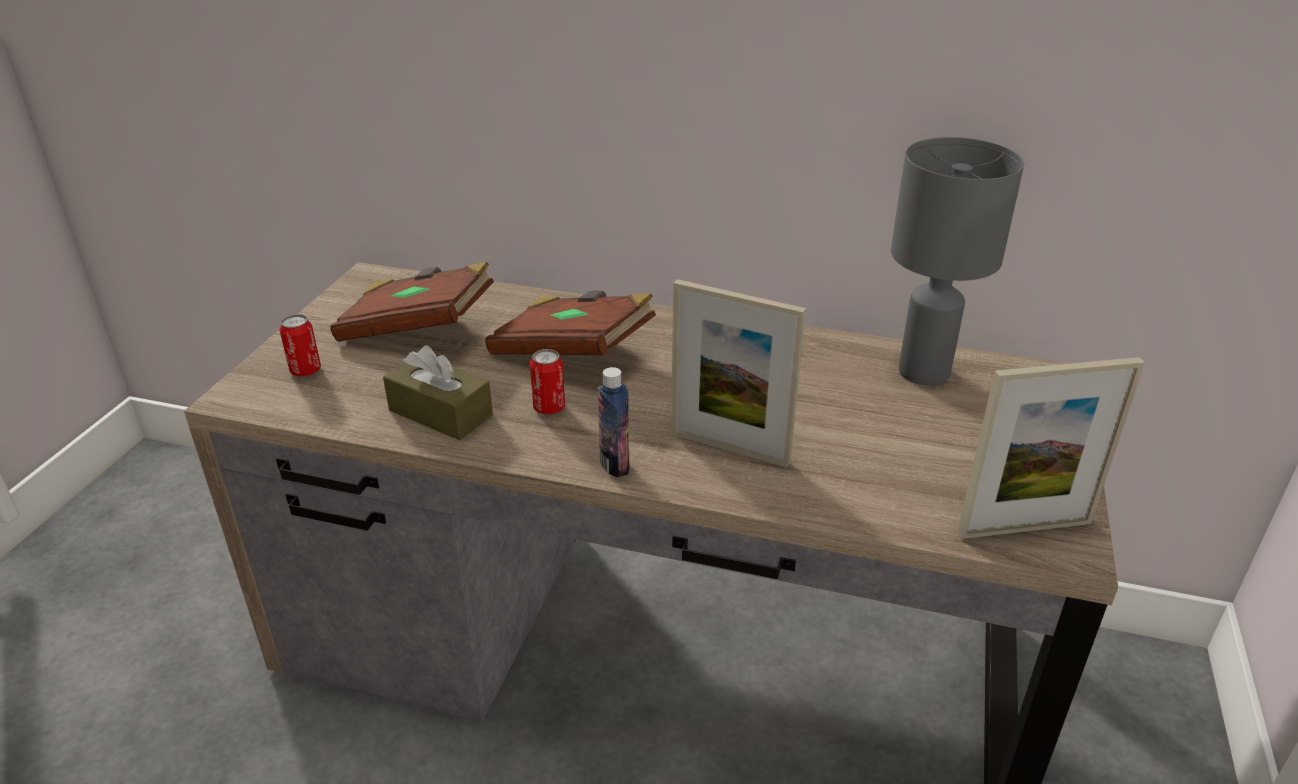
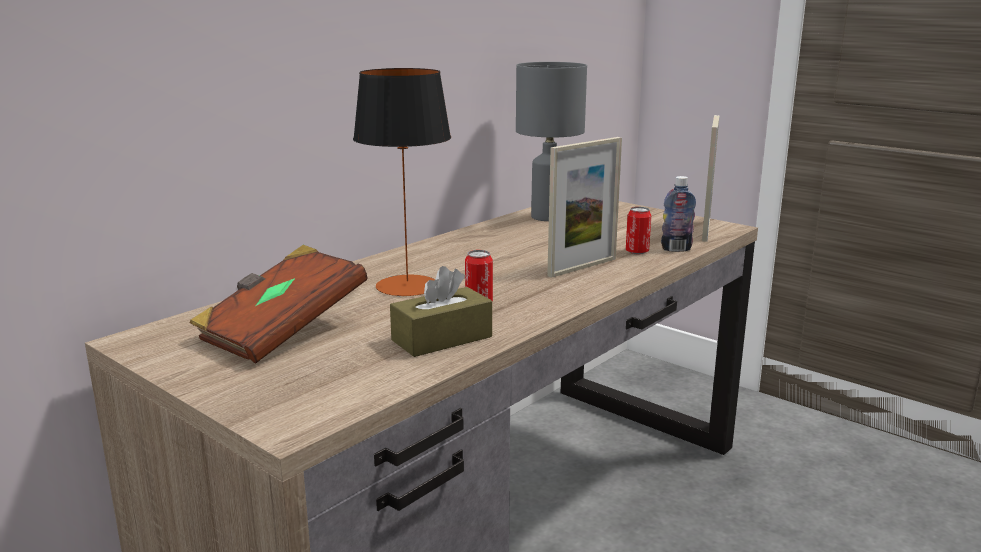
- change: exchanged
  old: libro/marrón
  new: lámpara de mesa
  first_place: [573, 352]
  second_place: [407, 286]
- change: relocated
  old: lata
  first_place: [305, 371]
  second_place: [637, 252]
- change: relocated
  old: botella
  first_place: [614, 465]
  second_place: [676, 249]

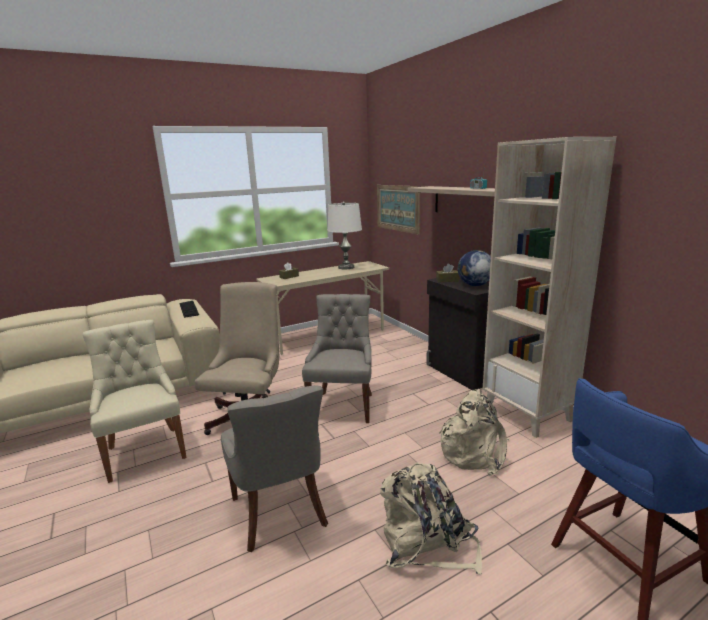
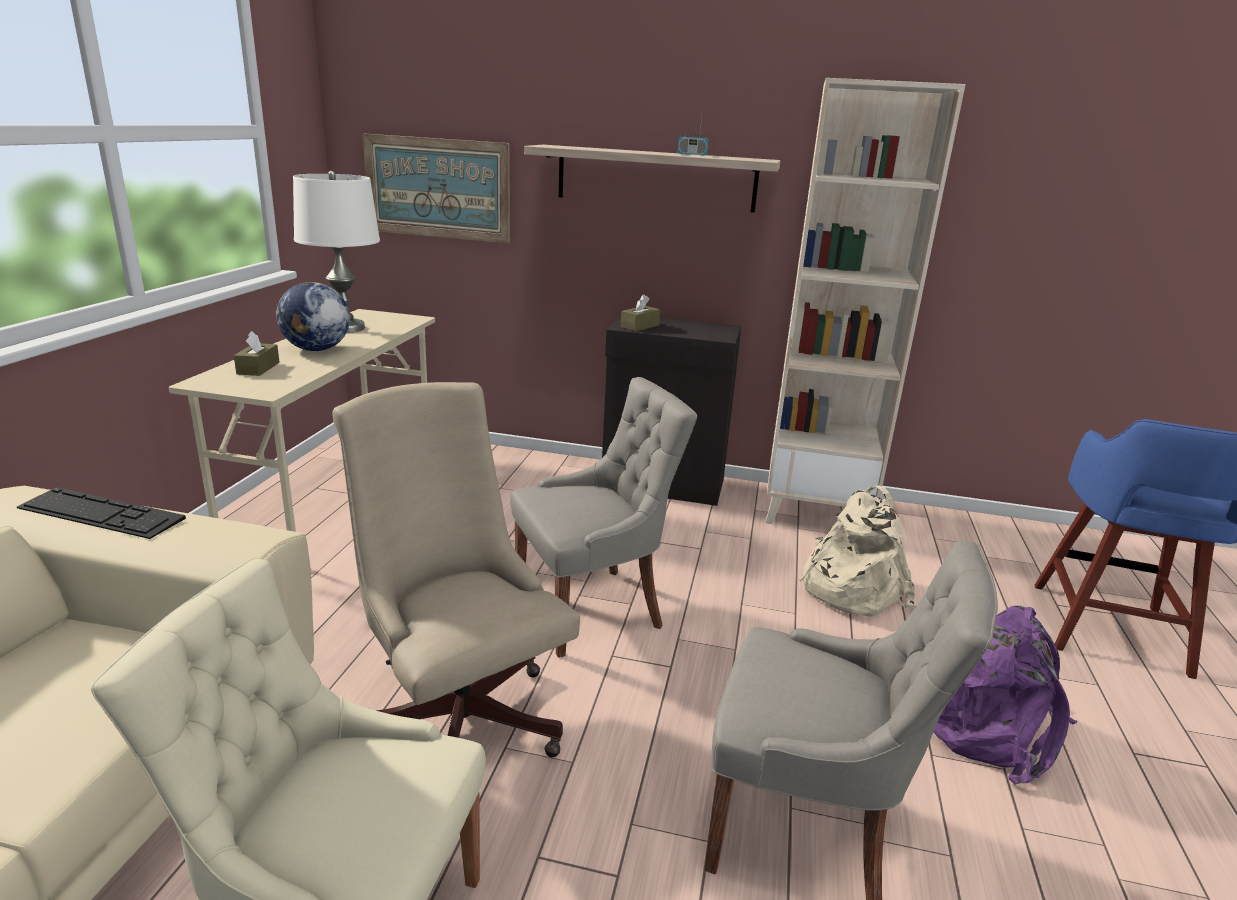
- change: relocated
  old: globo terráqueo
  first_place: [474, 285]
  second_place: [316, 349]
- change: spun
  old: silla/gris
  first_place: [343, 406]
  second_place: [592, 608]
  degrees: 105
- change: colour
  old: mochila/beis
  new: mochila/morado
  first_place: [427, 543]
  second_place: [992, 727]

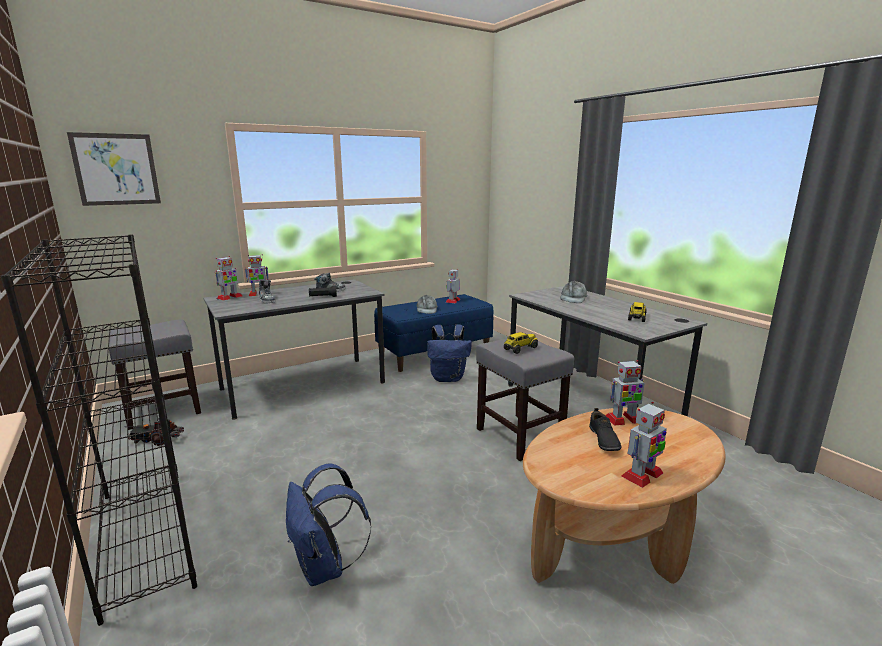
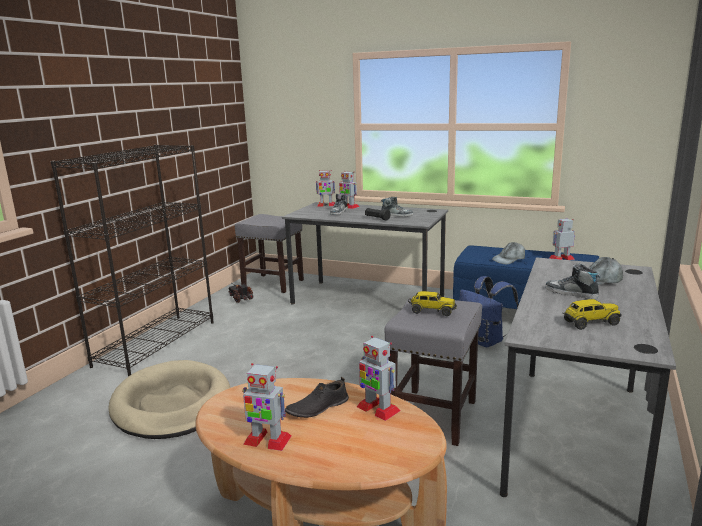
- change: missing
  old: cuadro
  first_place: [116, 169]
- change: exchanged
  old: mochila/azul
  new: cama para perro/beis
  first_place: [324, 568]
  second_place: [172, 404]
- change: appeared
  new: zapato
  second_place: [571, 293]

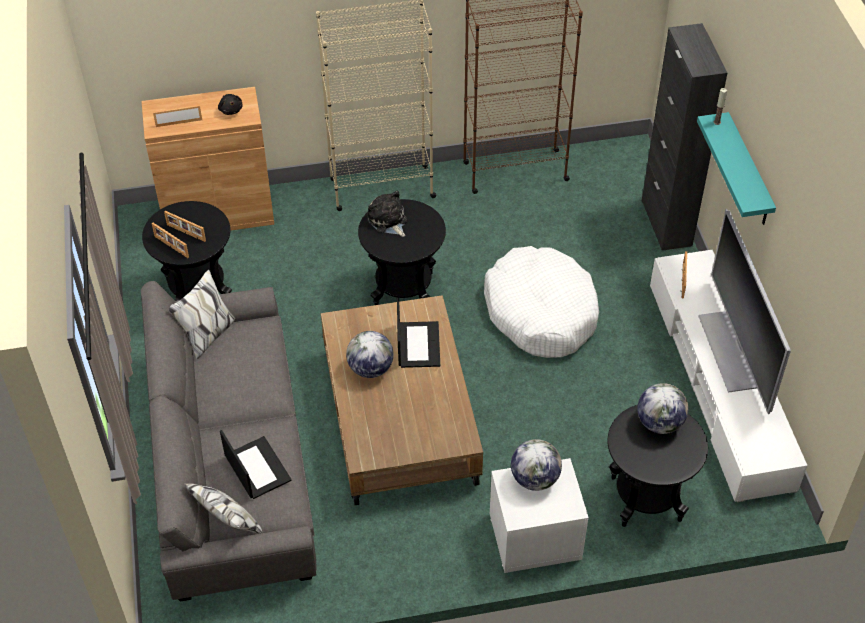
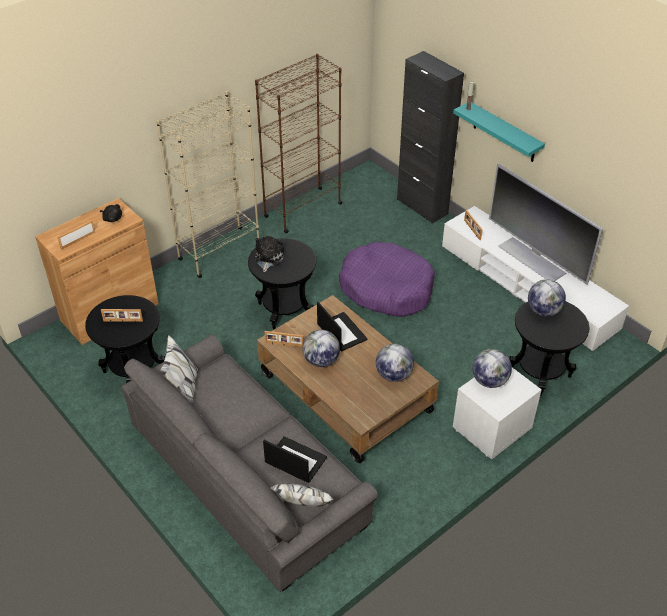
- change: spun
  old: peluche
  first_place: [388, 221]
  second_place: [268, 258]
  degrees: 75
- change: relocated
  old: portarretratos
  first_place: [171, 247]
  second_place: [284, 344]
- change: colour
  old: cama para perro/blanco
  new: cama para perro/morado
  first_place: [540, 312]
  second_place: [386, 288]
- change: appeared
  new: globo terráqueo
  second_place: [393, 375]

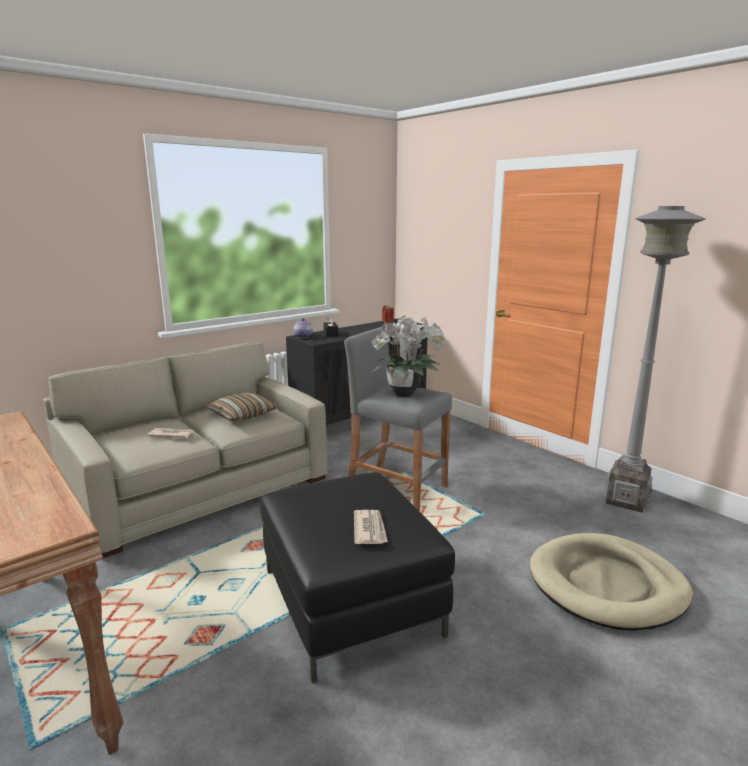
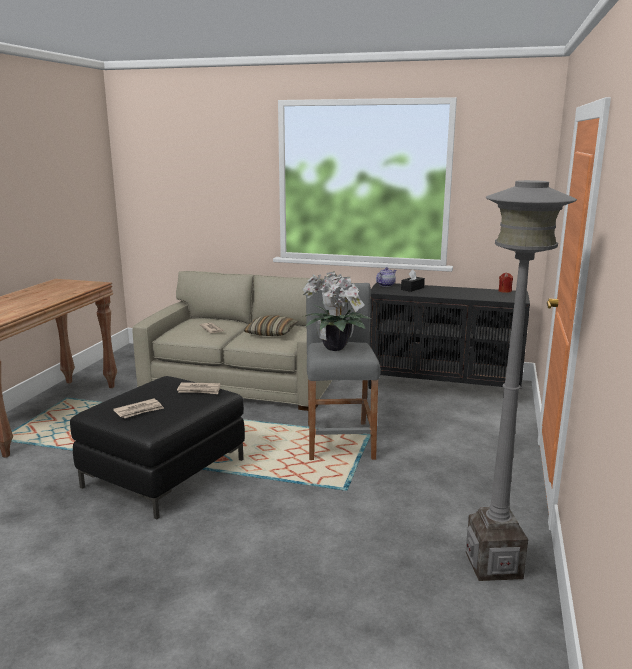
- change: missing
  old: cama para perro/beis
  first_place: [607, 585]
- change: appeared
  new: periódico
  second_place: [199, 390]

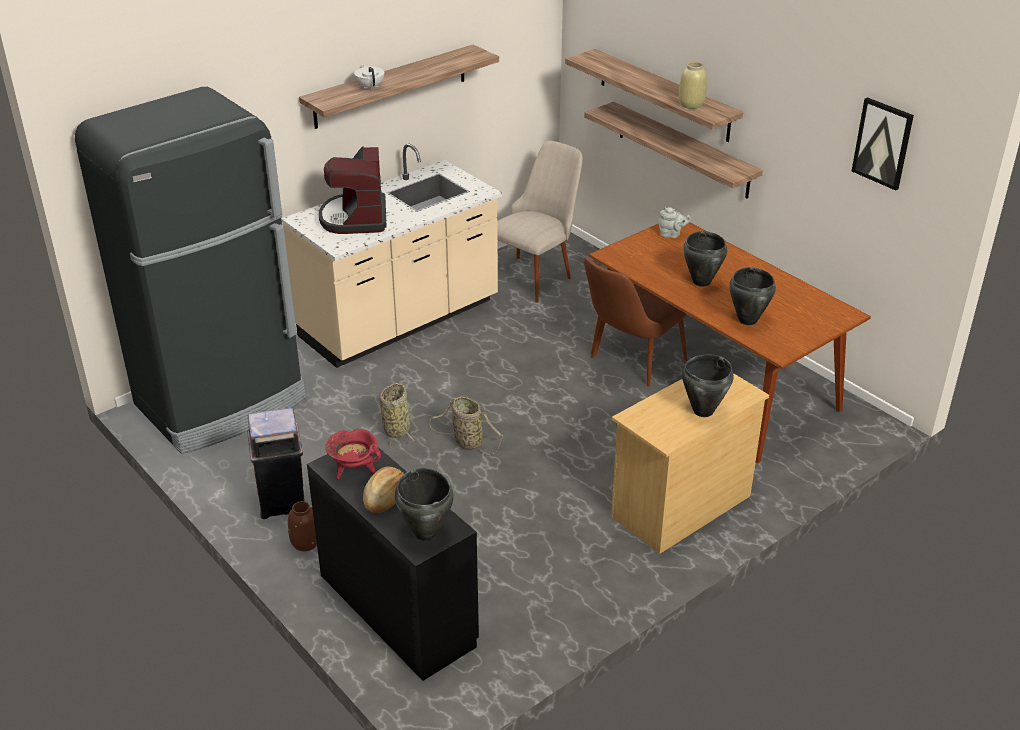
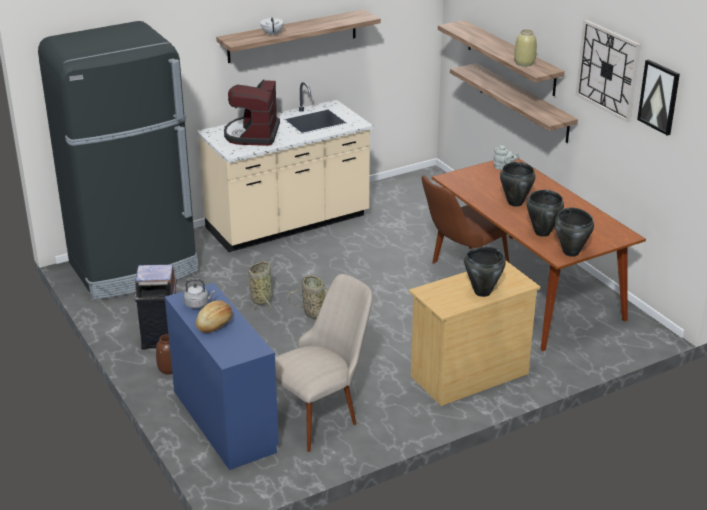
- change: relocated
  old: silla/beis
  first_place: [536, 273]
  second_place: [320, 413]
- change: exchanged
  old: olla/rojo
  new: hervidor/gris
  first_place: [354, 470]
  second_place: [198, 304]
- change: colour
  old: escritorio/negro
  new: escritorio/azul
  first_place: [396, 610]
  second_place: [224, 421]
- change: relocated
  old: olla/negro
  first_place: [426, 532]
  second_place: [571, 252]
- change: appeared
  new: reloj de pared
  second_place: [608, 70]

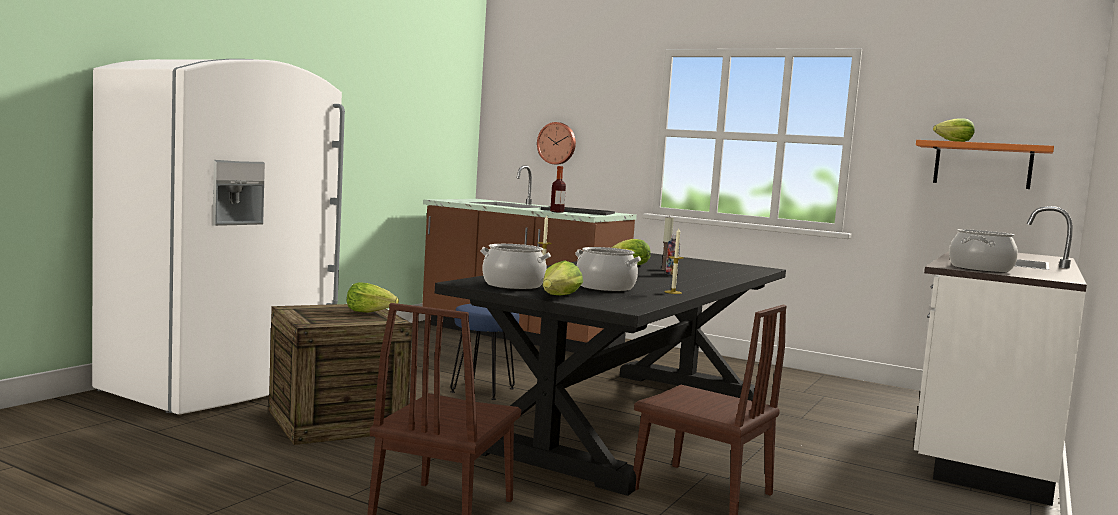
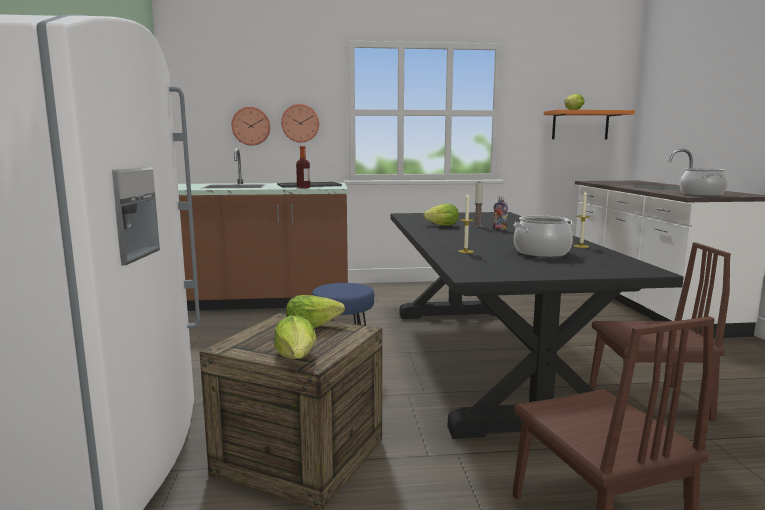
- change: missing
  old: olla
  first_place: [513, 285]
- change: relocated
  old: lechuga
  first_place: [559, 297]
  second_place: [297, 357]
- change: appeared
  new: reloj de pared
  second_place: [300, 123]

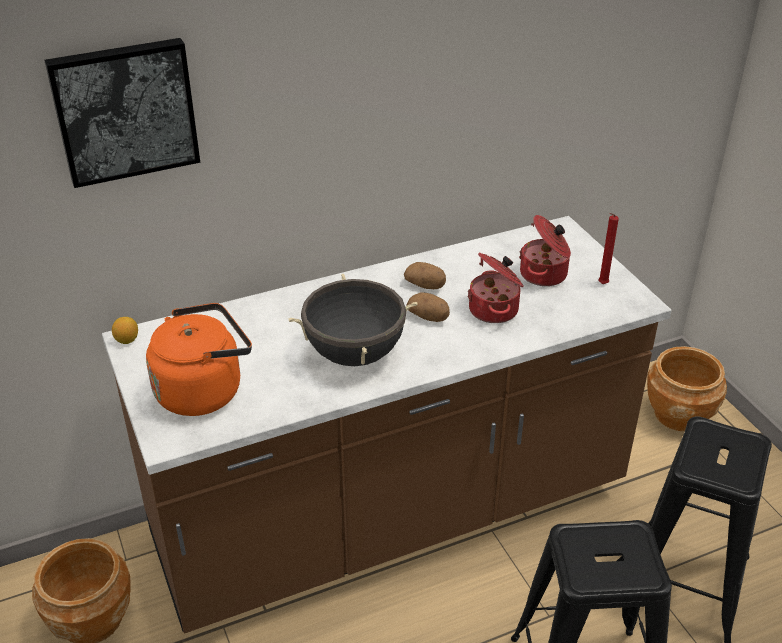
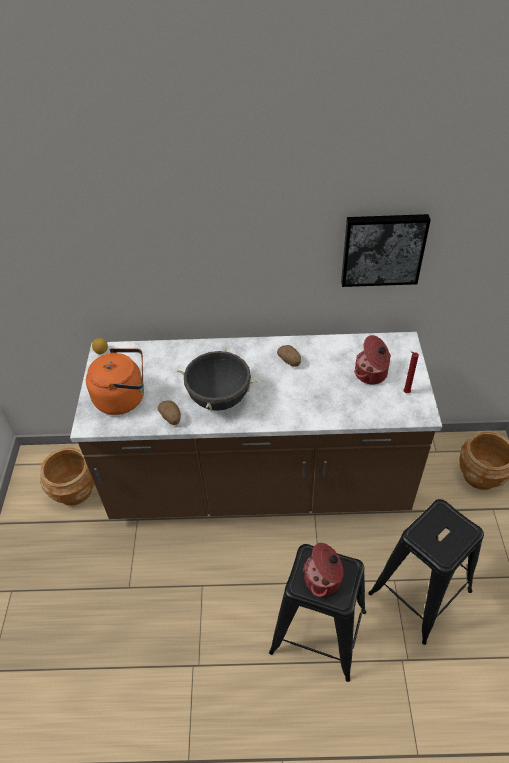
- change: relocated
  old: cuadro
  first_place: [125, 110]
  second_place: [382, 249]
- change: relocated
  old: olla
  first_place: [495, 310]
  second_place: [324, 579]
- change: relocated
  old: patata
  first_place: [429, 317]
  second_place: [171, 418]

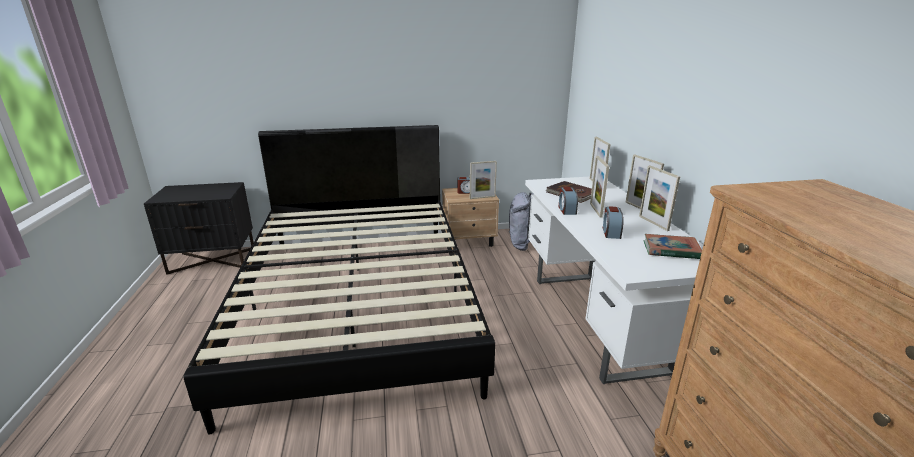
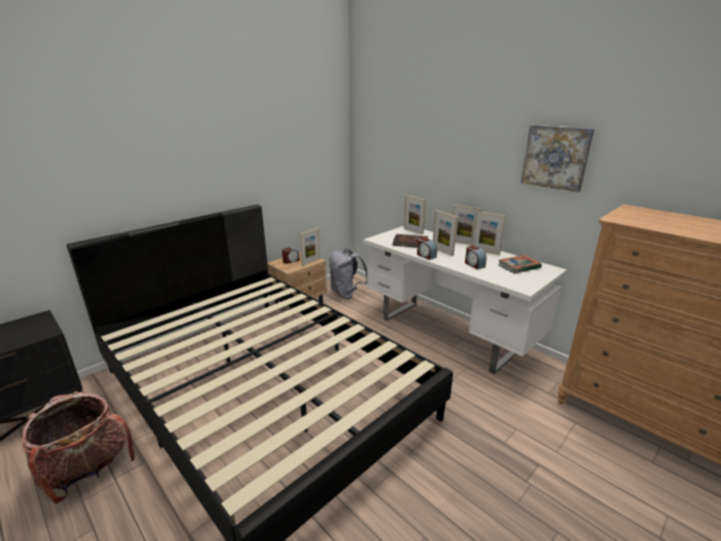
- change: appeared
  new: cuadro
  second_place: [556, 157]
- change: appeared
  new: mochila
  second_place: [88, 472]

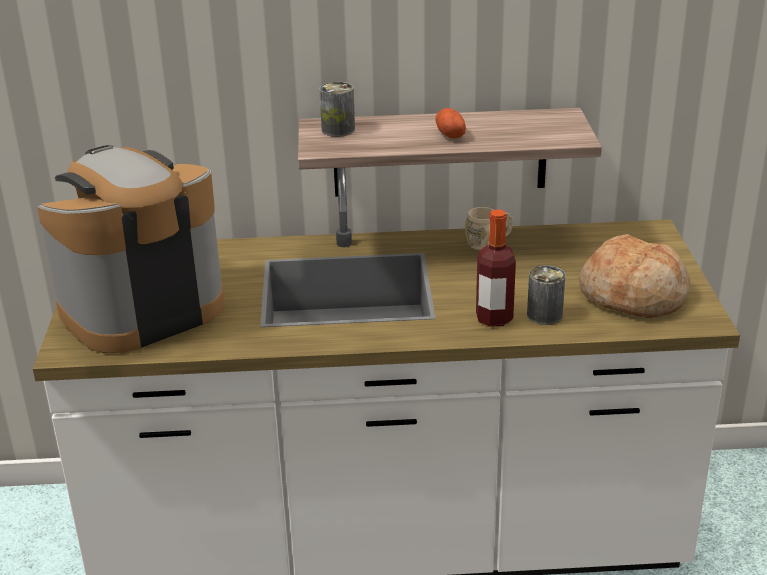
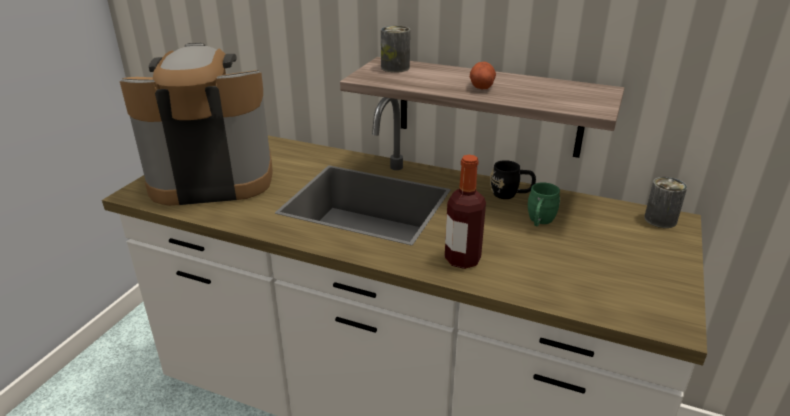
- change: colour
  old: taza grande/beis
  new: taza grande/negro
  first_place: [488, 243]
  second_place: [511, 194]
- change: missing
  old: pan
  first_place: [633, 295]
- change: relocated
  old: lata
  first_place: [544, 315]
  second_place: [660, 220]
- change: appeared
  new: taza grande/verde
  second_place: [539, 221]

